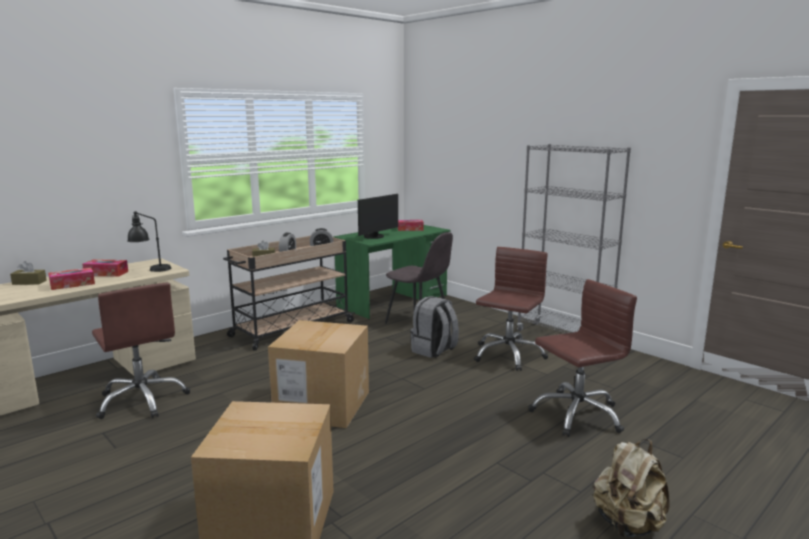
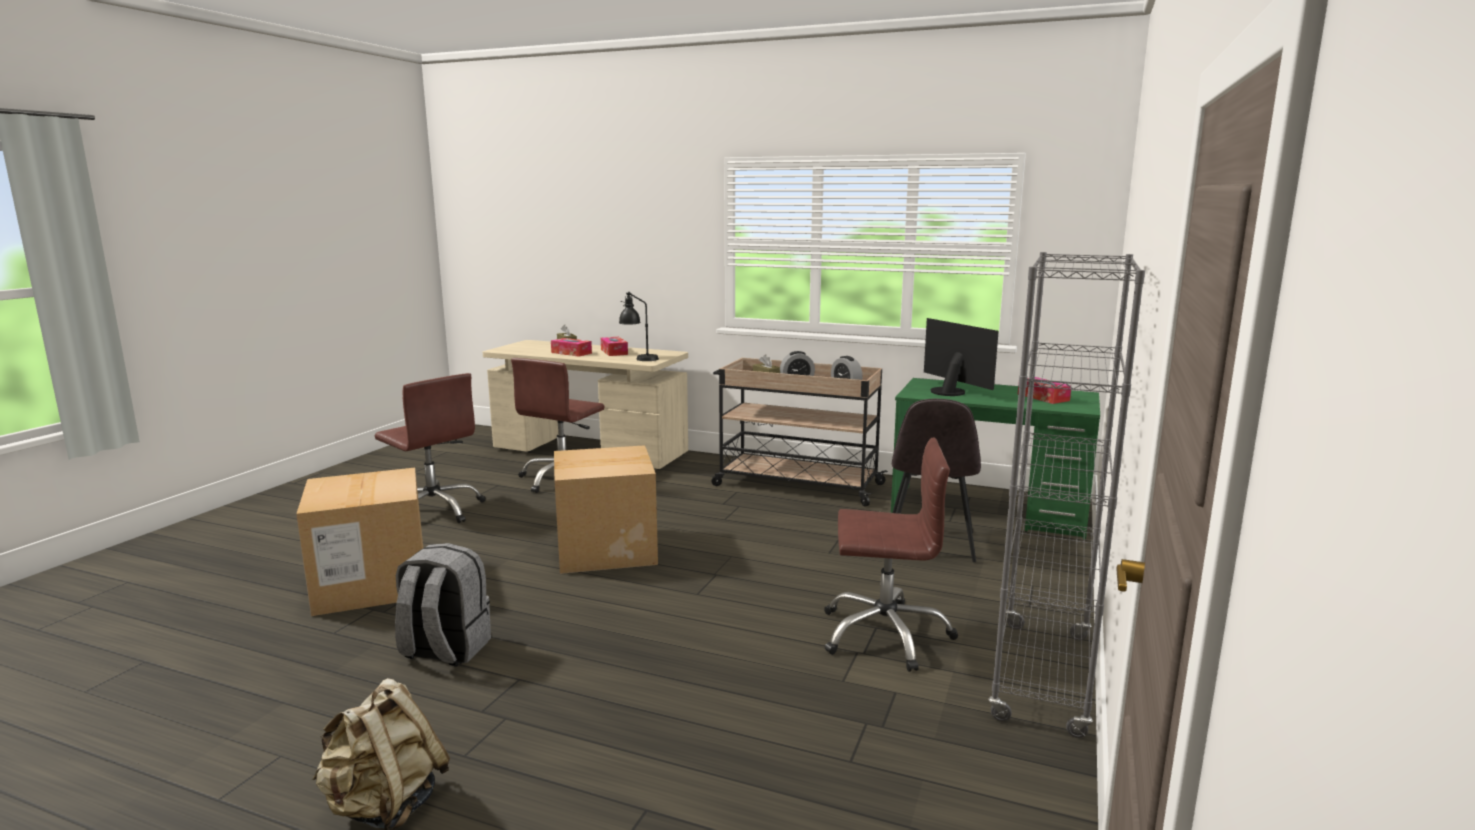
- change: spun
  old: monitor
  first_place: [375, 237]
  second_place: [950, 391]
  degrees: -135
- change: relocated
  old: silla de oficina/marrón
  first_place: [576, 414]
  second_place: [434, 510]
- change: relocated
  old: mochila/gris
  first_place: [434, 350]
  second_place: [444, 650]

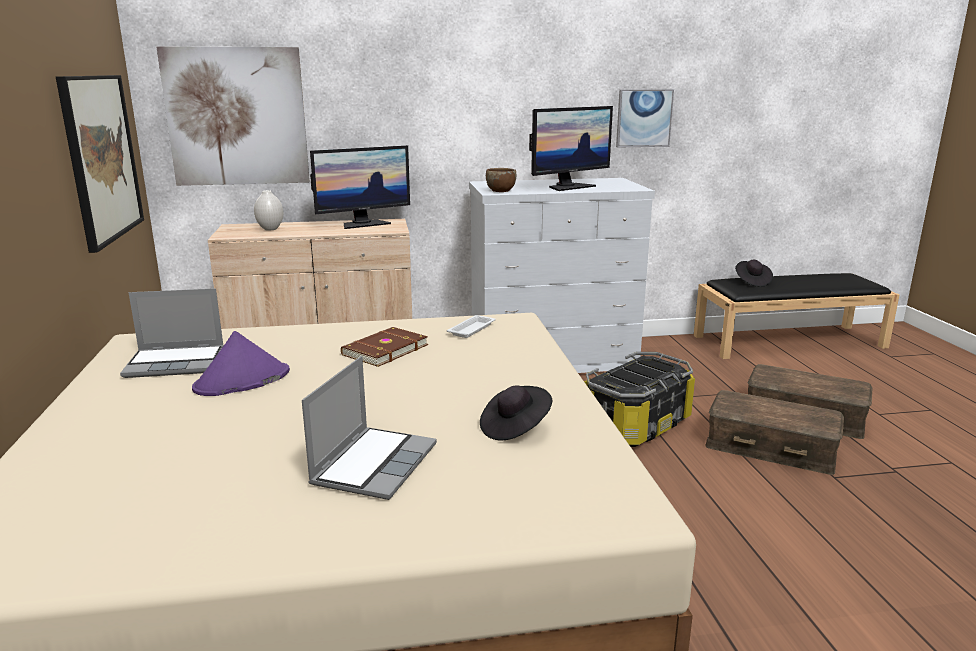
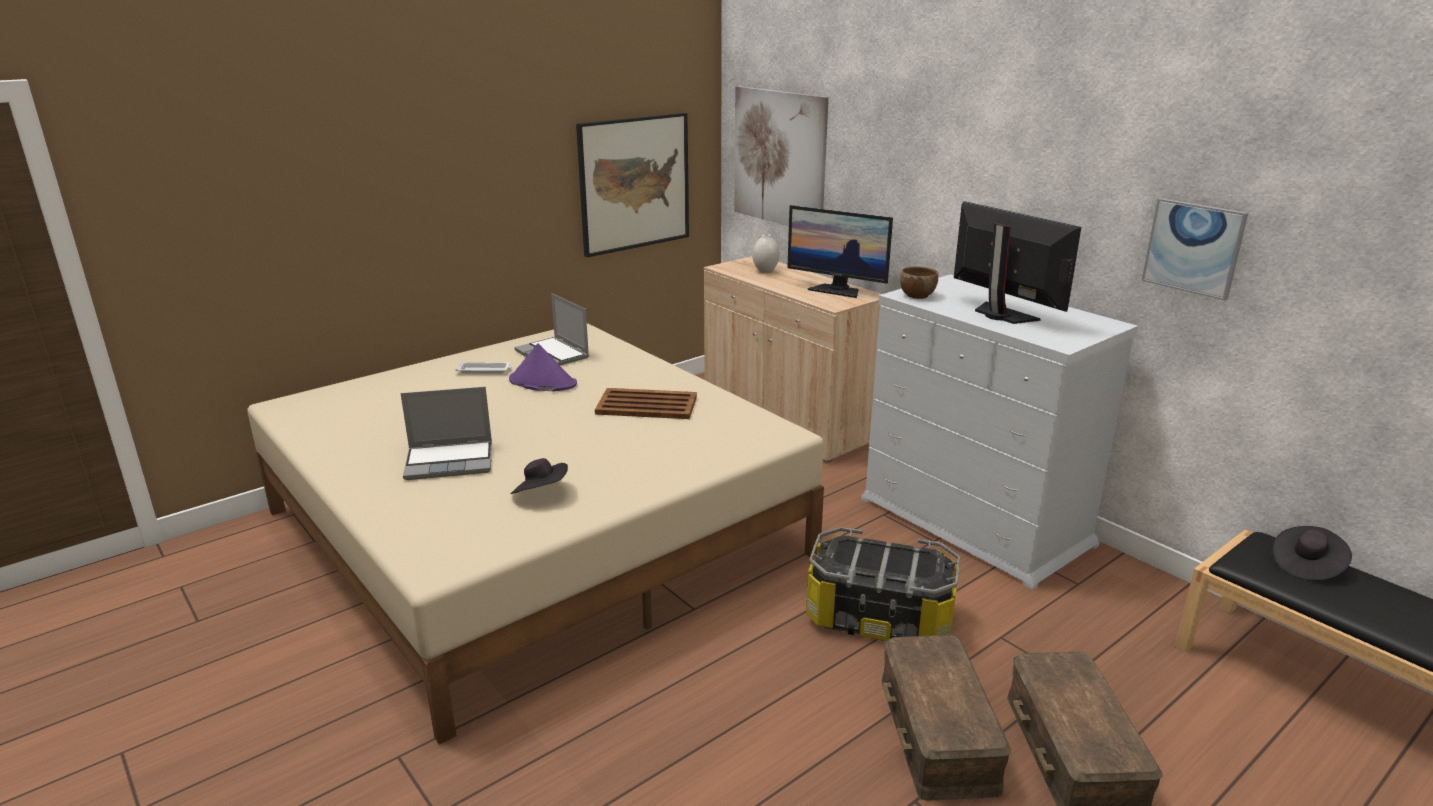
- change: spun
  old: monitor
  first_place: [568, 187]
  second_place: [1001, 315]
  degrees: -150
- change: relocated
  old: bandeja/blanco
  first_place: [472, 329]
  second_place: [485, 370]
- change: exchanged
  old: libro/marrón
  new: bandeja/marrón
  first_place: [384, 350]
  second_place: [646, 405]

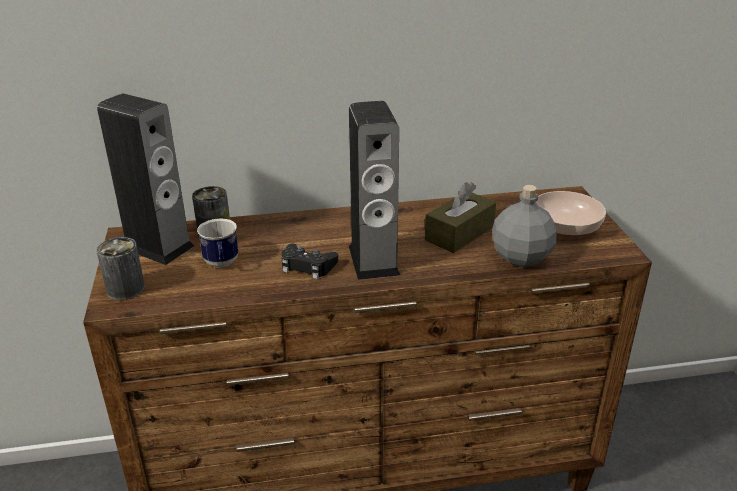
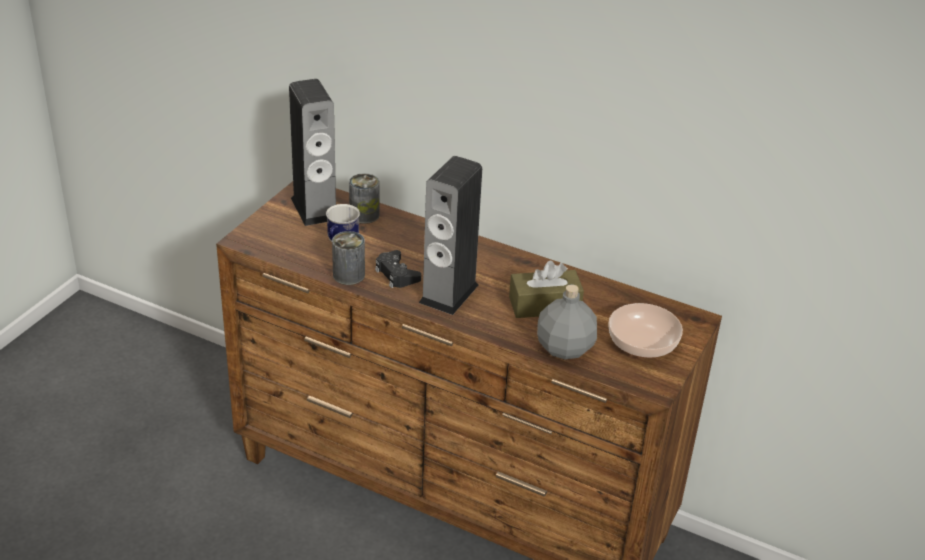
- change: relocated
  old: lata
  first_place: [125, 289]
  second_place: [348, 275]

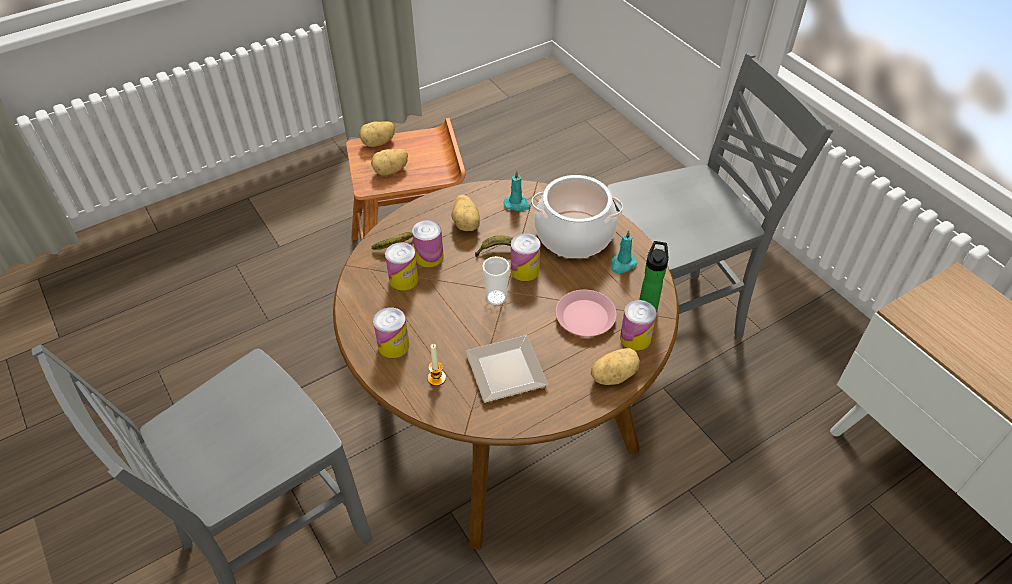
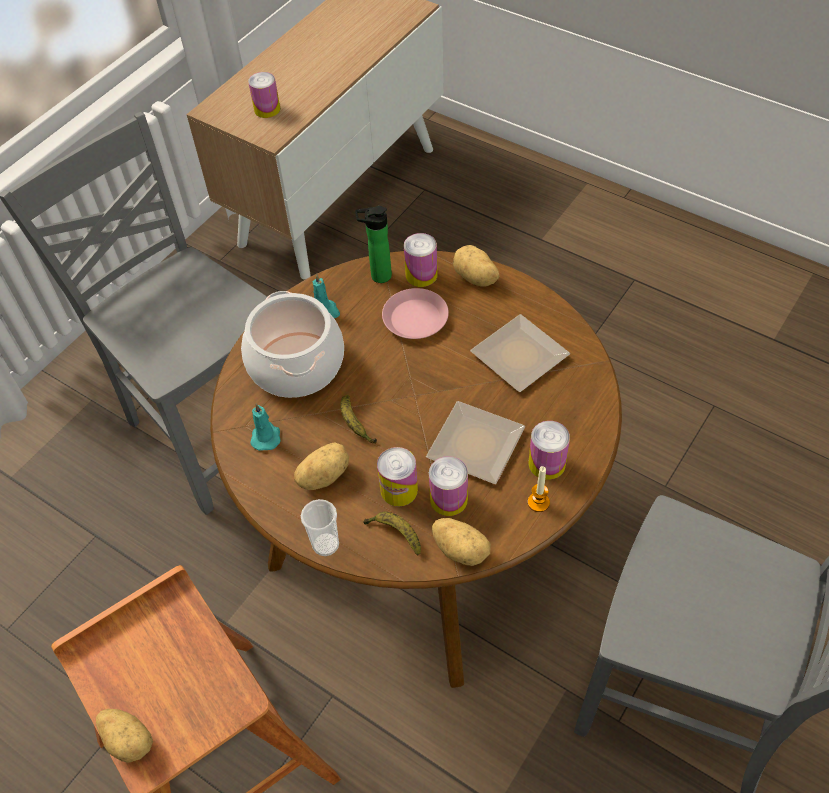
- change: relocated
  old: patata
  first_place: [391, 171]
  second_place: [461, 549]
- change: relocated
  old: lata
  first_place: [524, 270]
  second_place: [267, 109]
- change: relocated
  old: taza
  first_place: [496, 298]
  second_place: [325, 544]
- change: relocated
  old: vela
  first_place: [436, 378]
  second_place: [538, 502]
- change: appeared
  new: plato
  second_place: [472, 446]

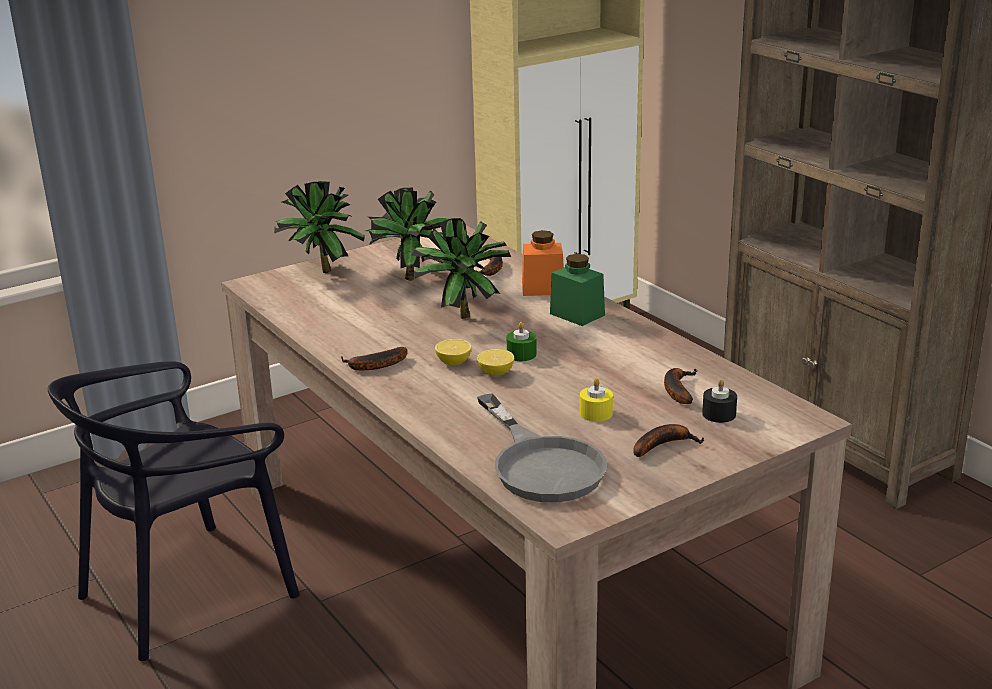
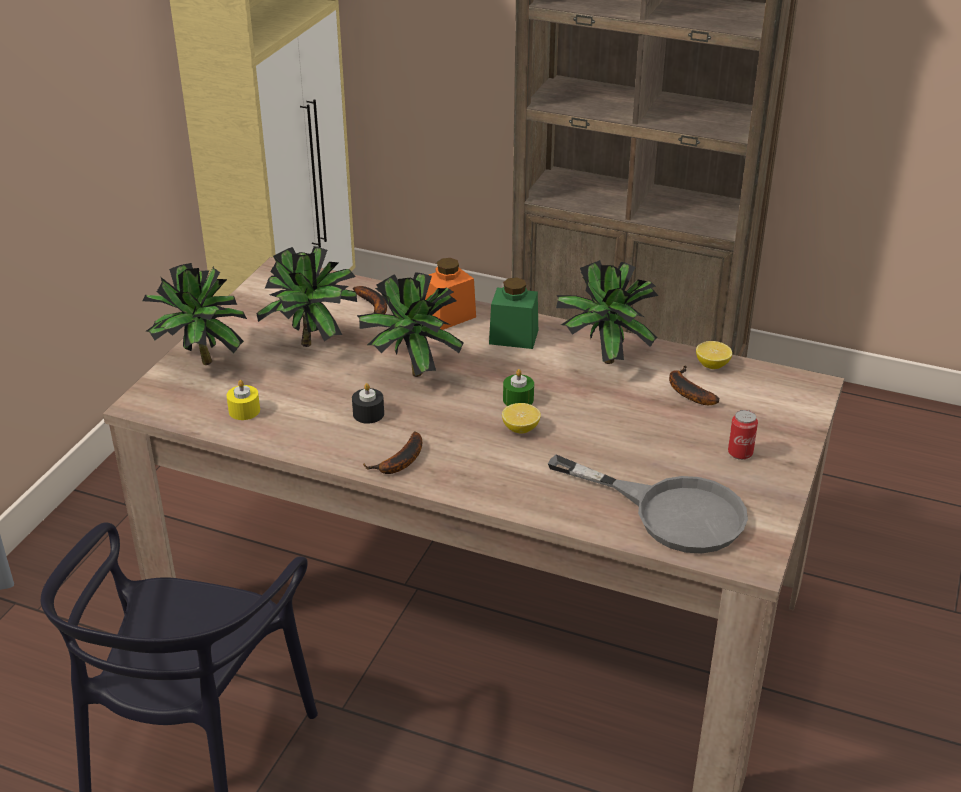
- change: relocated
  old: limón
  first_place: [453, 362]
  second_place: [712, 365]
- change: relocated
  old: vela/amarillo
  first_place: [596, 413]
  second_place: [244, 410]
- change: relocated
  old: vela/negro
  first_place: [719, 414]
  second_place: [368, 414]
- change: exchanged
  old: plátano
  new: lata
  first_place: [663, 445]
  second_place: [740, 453]
- change: appeared
  new: planta en maceta
  second_place: [601, 359]

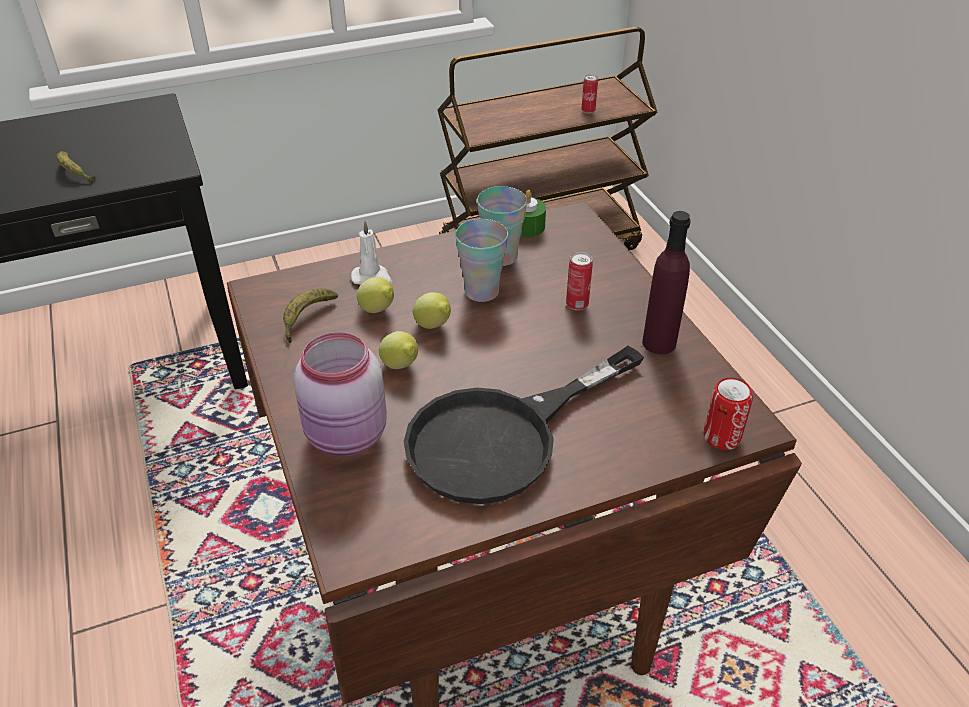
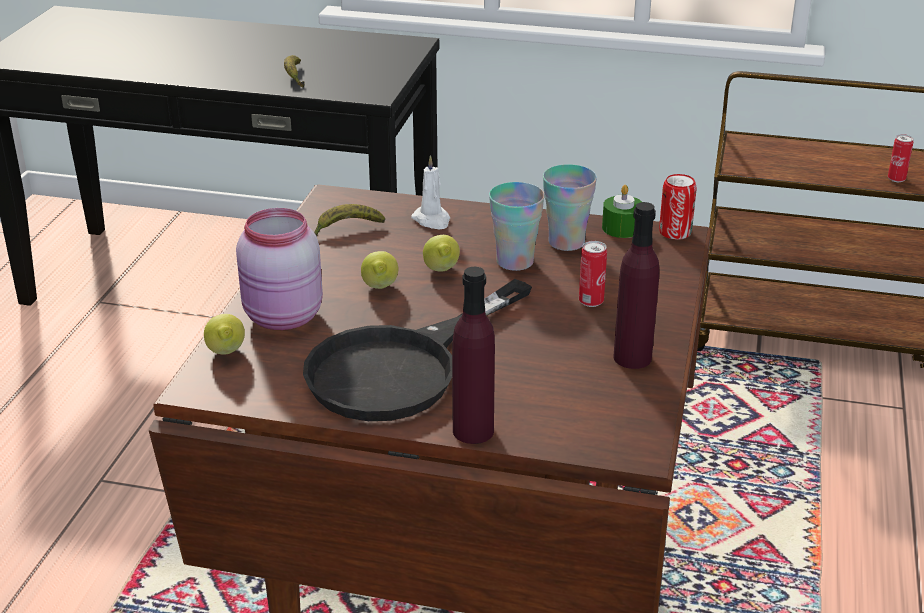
- change: relocated
  old: limón
  first_place: [378, 311]
  second_place: [226, 354]
- change: spun
  old: sartén/negro
  first_place: [503, 437]
  second_place: [402, 367]
  degrees: -45
- change: relocated
  old: lata
  first_place: [721, 437]
  second_place: [675, 232]
- change: appeared
  new: botella/morado
  second_place: [473, 431]

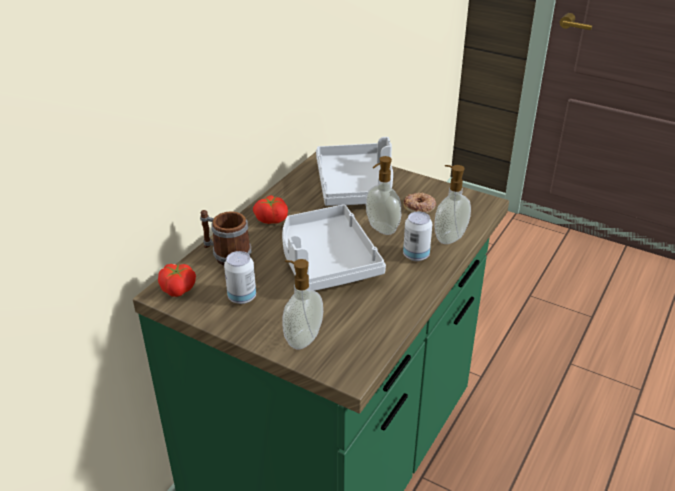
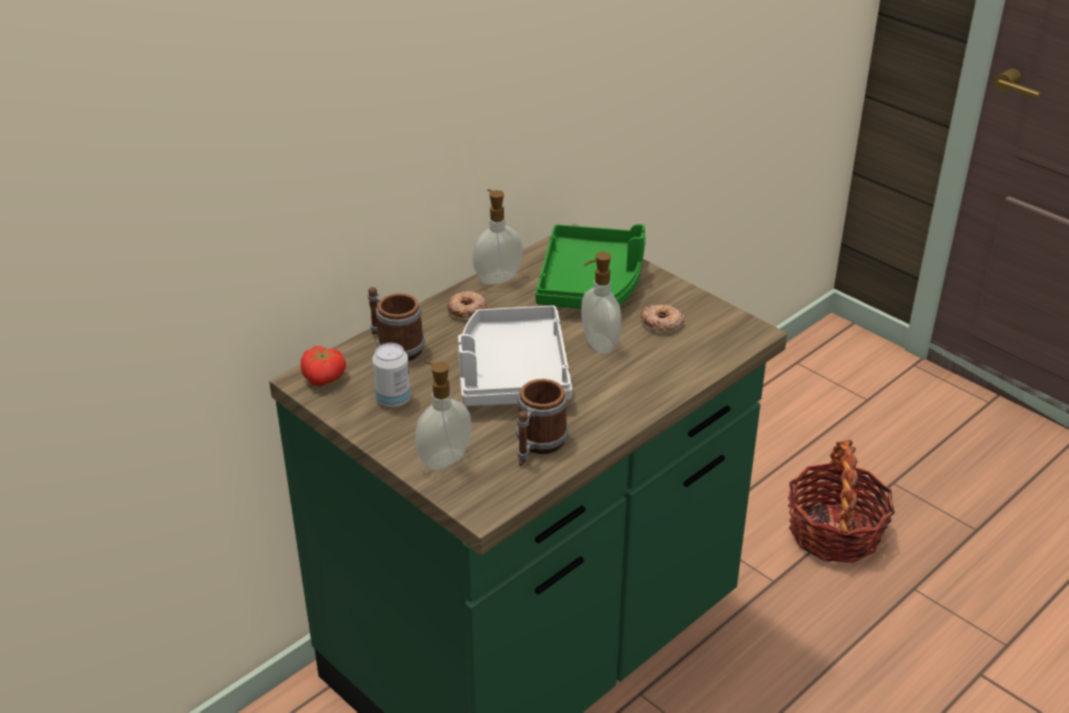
- change: colour
  old: bandeja/gris
  new: bandeja/verde
  first_place: [356, 186]
  second_place: [592, 283]
- change: relocated
  old: dispensador de jabón
  first_place: [449, 237]
  second_place: [497, 278]
- change: exchanged
  old: tomate
  new: rosquilla
  first_place: [272, 218]
  second_place: [467, 310]
- change: missing
  old: lata
  first_place: [416, 255]
- change: appeared
  new: taza grande
  second_place: [537, 445]
- change: appeared
  new: cesta
  second_place: [834, 532]

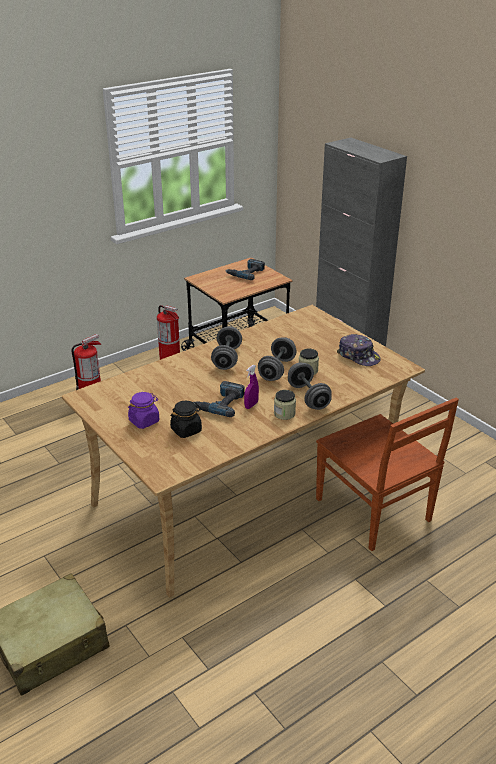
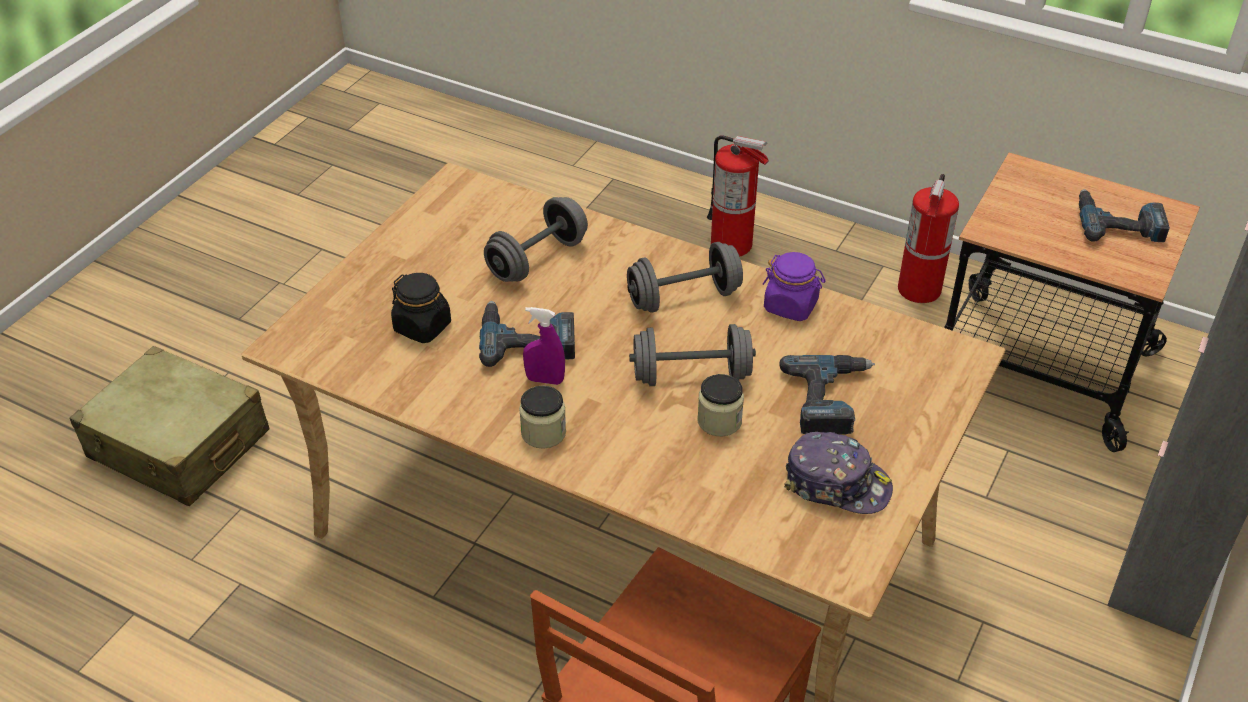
- change: spun
  old: gorra
  first_place: [358, 356]
  second_place: [837, 484]
  degrees: -90
- change: relocated
  old: mancuerna/gris
  first_place: [308, 397]
  second_place: [537, 259]
- change: relocated
  old: tarro/morado
  first_place: [144, 421]
  second_place: [791, 306]
- change: appeared
  new: taladro
  second_place: [830, 399]

